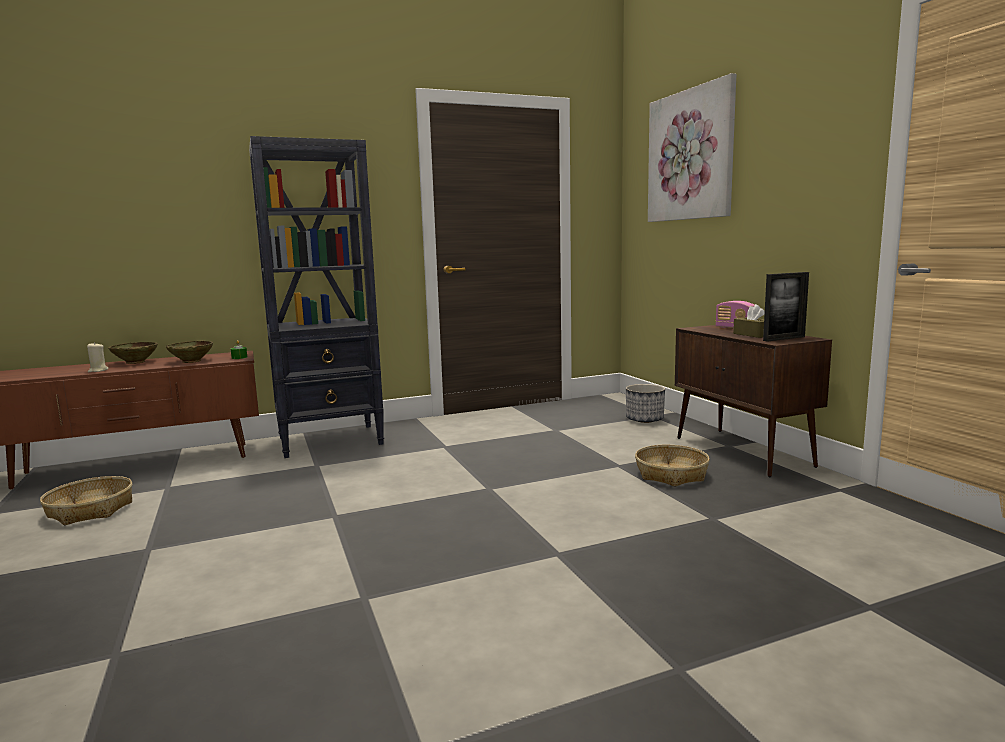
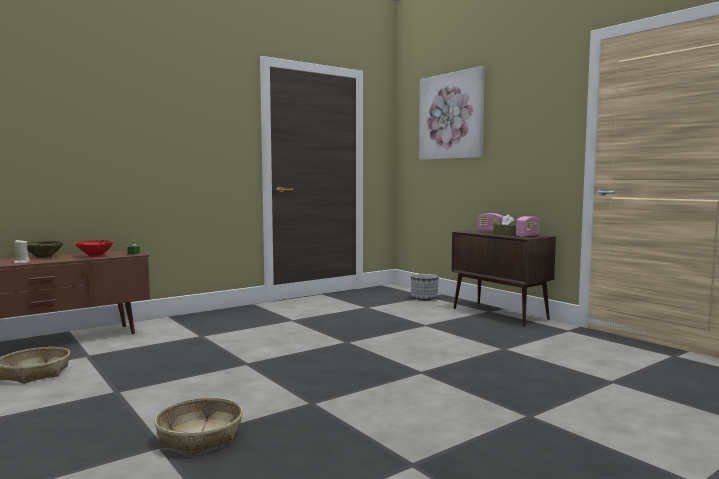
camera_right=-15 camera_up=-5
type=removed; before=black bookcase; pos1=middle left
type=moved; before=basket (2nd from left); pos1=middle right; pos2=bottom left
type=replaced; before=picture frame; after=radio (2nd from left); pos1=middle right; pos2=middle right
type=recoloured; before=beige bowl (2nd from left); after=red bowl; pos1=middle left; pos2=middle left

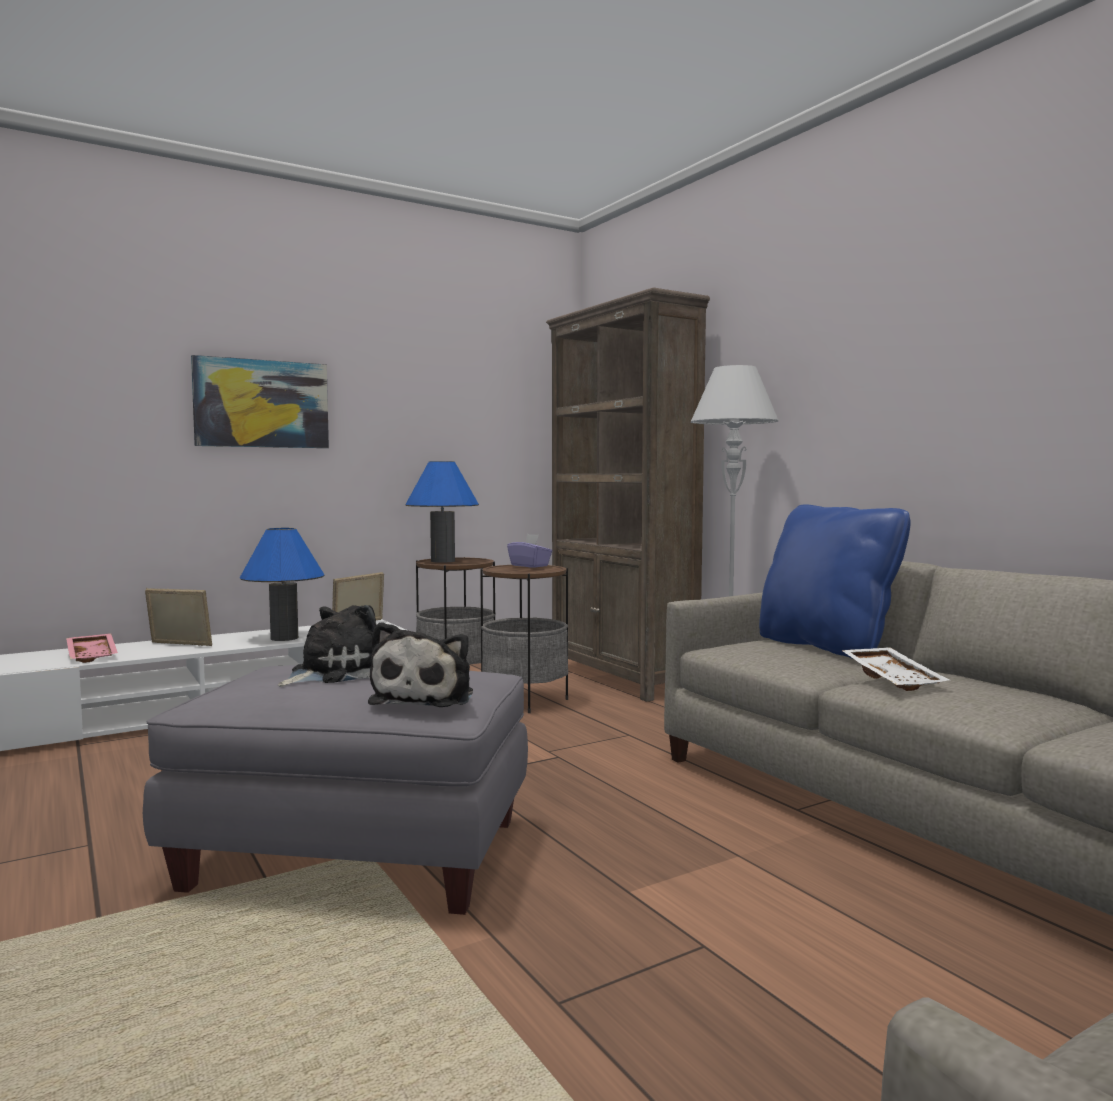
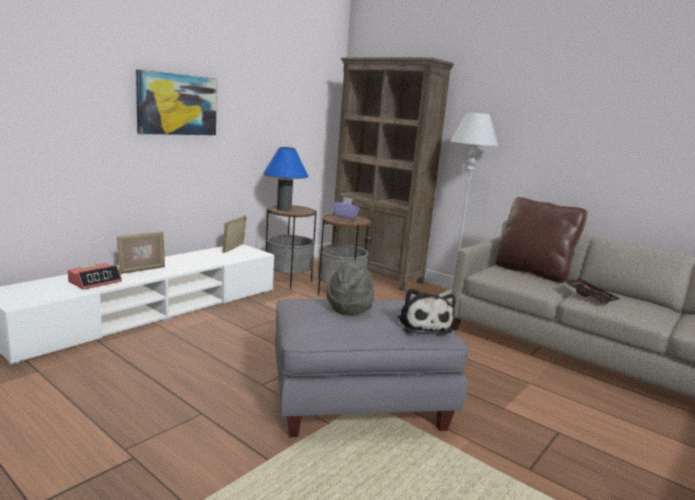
camera_right=-20 camera_up=10
type=removed; before=blue table lamp (1st from left); pos1=middle left
type=replaced; before=pink tray; after=alarm clock; pos1=middle left; pos2=middle left
type=replaced; before=plush toy (1st from left); after=grey hat; pos1=middle left; pos2=centre
type=recoloured; before=blue pillow; after=brown pillow; pos1=middle right; pos2=middle right
type=recoloured; before=white tray; after=black tray; pos1=middle right; pos2=middle right
type=turned; before=picture frame (1st from left); pos1=middle left; pos2=middle left; turn=135

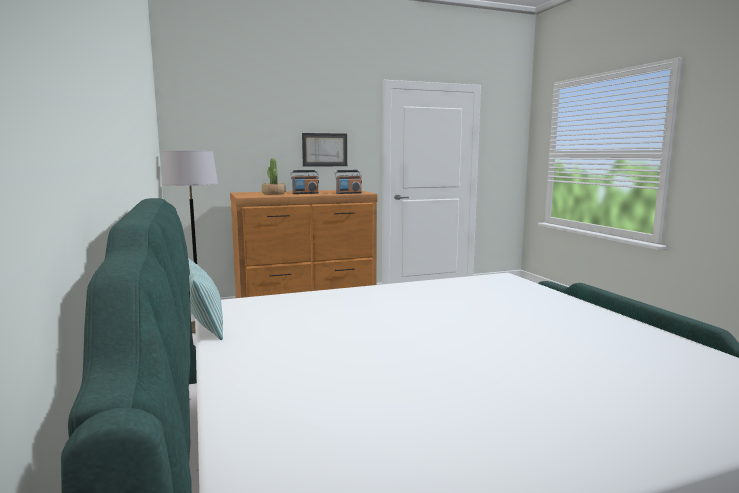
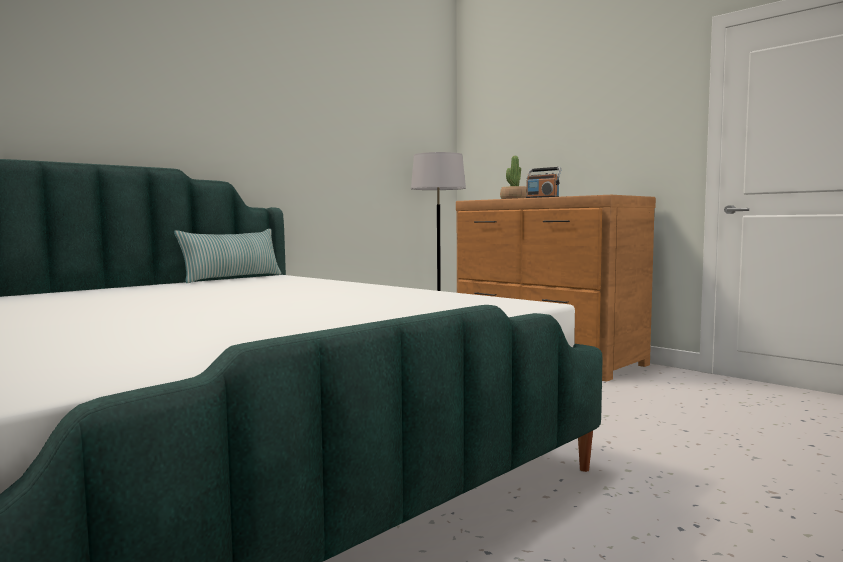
camera_right=65 camera_up=-5
type=removed; before=picture; pos1=top centre
type=removed; before=radio (2nd from left); pos1=centre

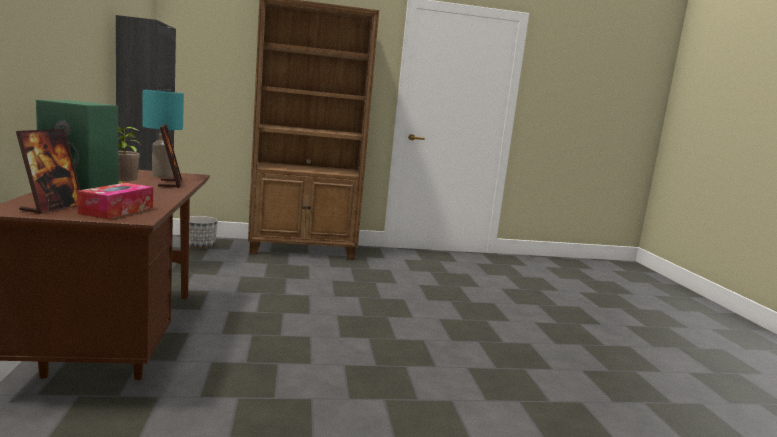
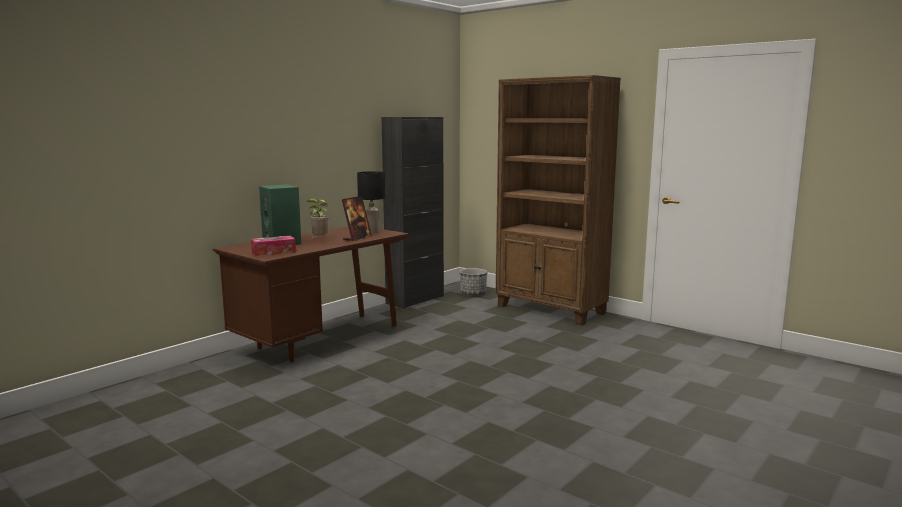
camera_right=50 camera_up=0
type=removed; before=picture frame (1st from left); pos1=middle left
type=recoloured; before=turquoise table lamp; after=black table lamp; pos1=top left; pos2=centre

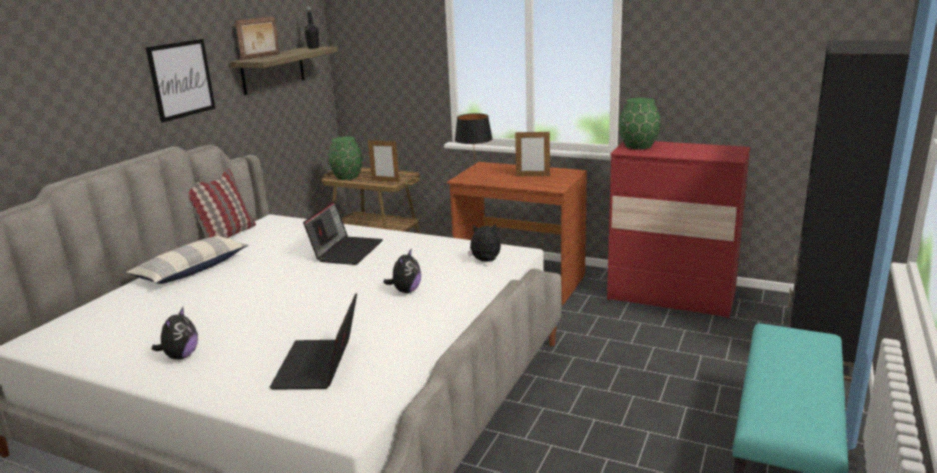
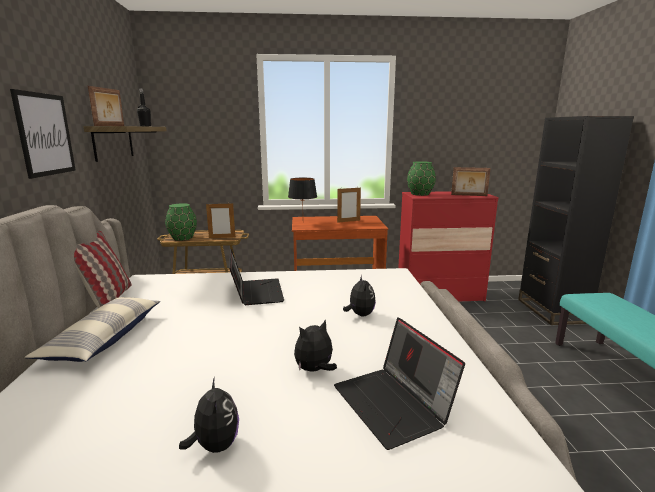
camera_right=-30 camera_up=-5
type=added; after=picture frame (4th from left); pos2=middle right
type=moved; before=plush toy (3rd from left in the first image); after=plush toy (2nd from left); pos1=centre; pos2=bottom centre

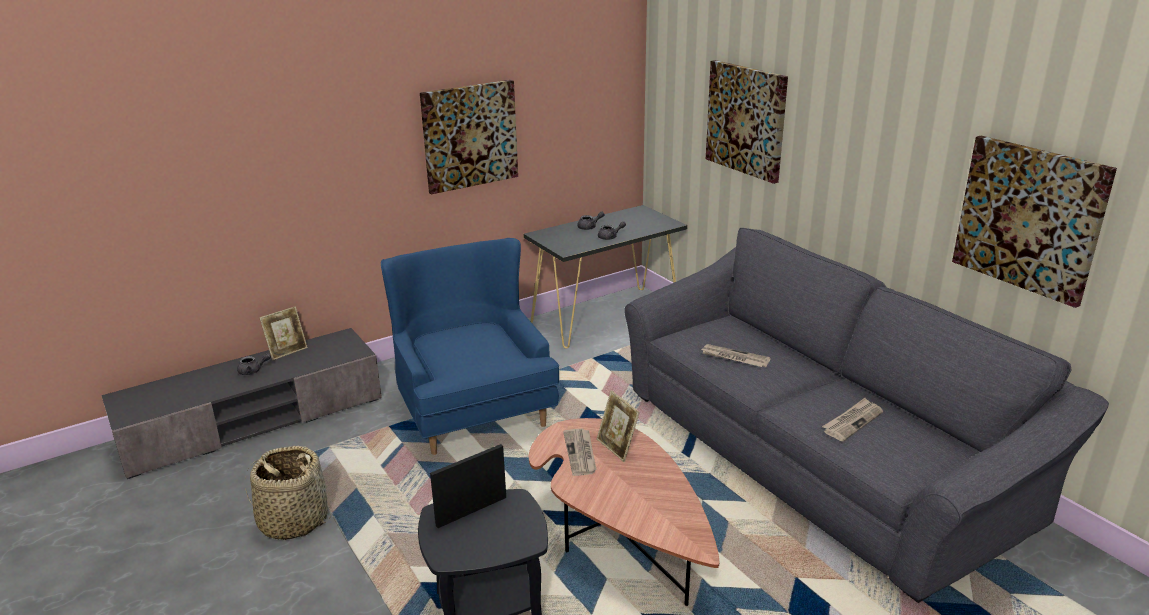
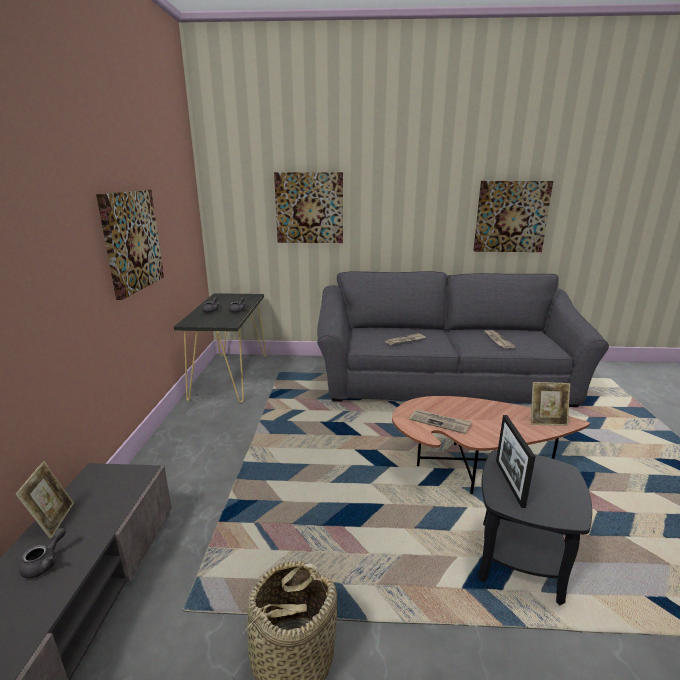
camera_right=-55 camera_up=-5
type=removed; before=blue armchair; pos1=centre
type=moved; before=picture frame (3rd from left); pos1=bottom centre; pos2=middle right

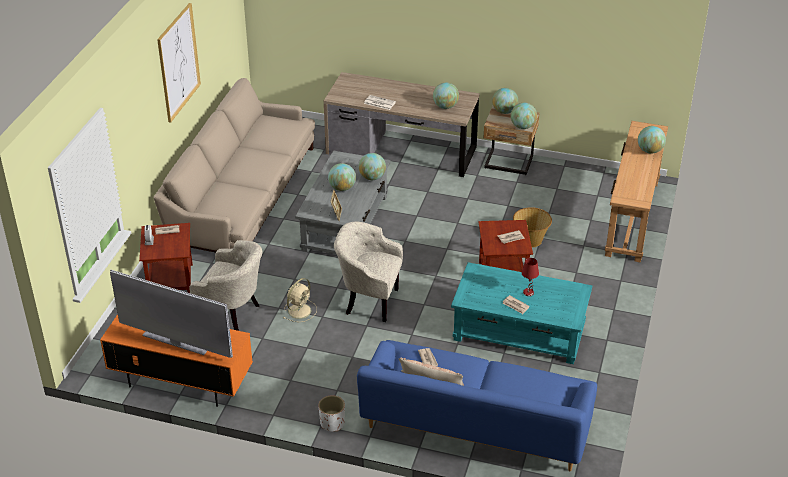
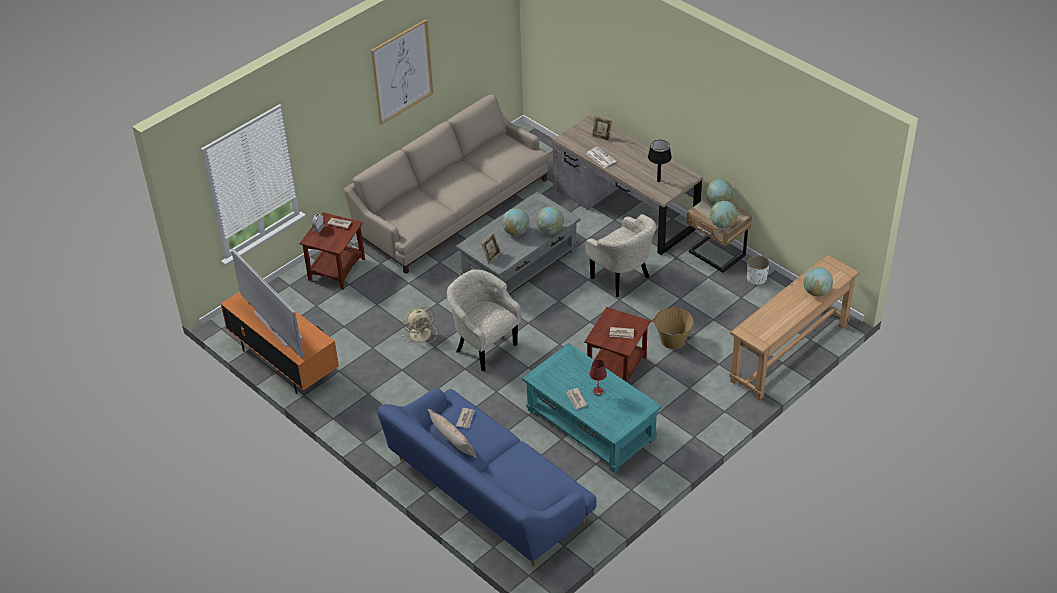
camera_right=30 camera_up=5
type=added; after=picture frame (2nd from left); pos2=top centre
type=moved; before=beige armchair (1st from left in the first image); after=beige armchair (2nd from left); pos1=middle left; pos2=centre
type=moved; before=white planter; pos1=bottom centre; pos2=middle right
type=replaced; before=globe (3rd from left); after=black table lamp; pos1=top centre; pos2=top centre

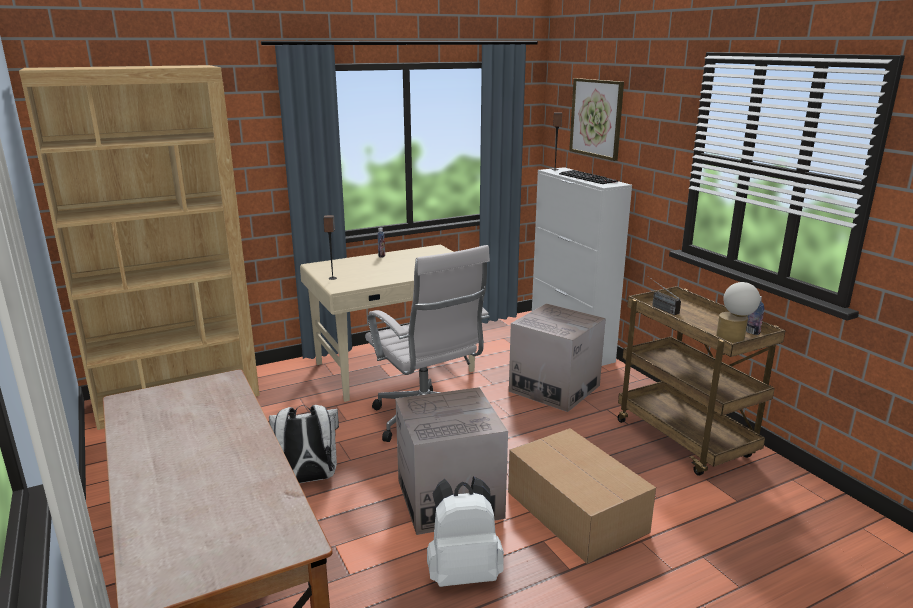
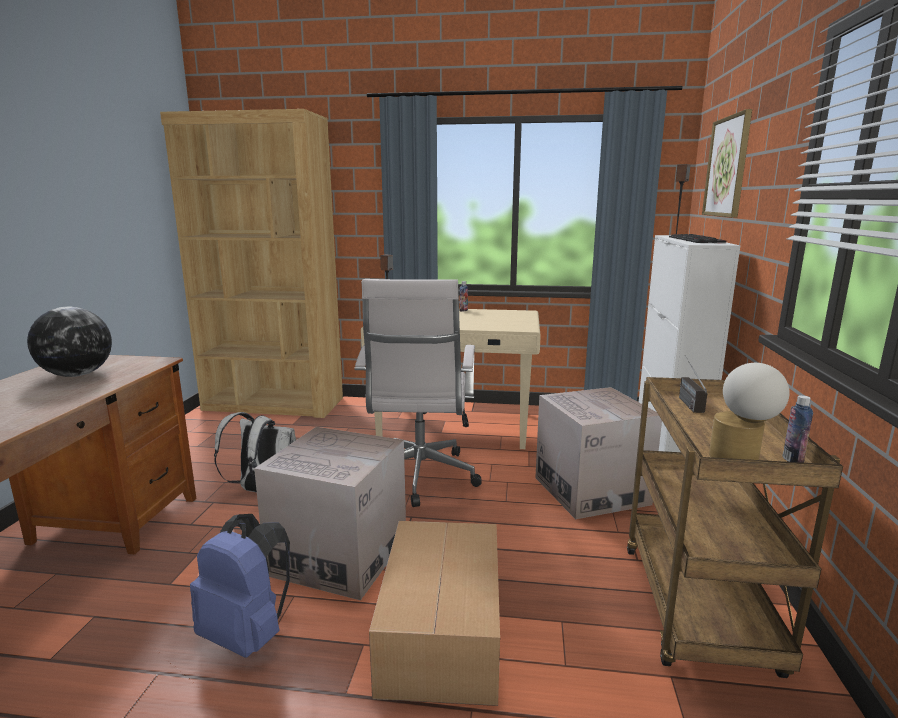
camera_right=35 camera_up=-5
type=added; after=globe; pos2=middle left
type=recoloured; before=white backpack (2nd from left); after=blue backpack; pos1=bottom centre; pos2=bottom left

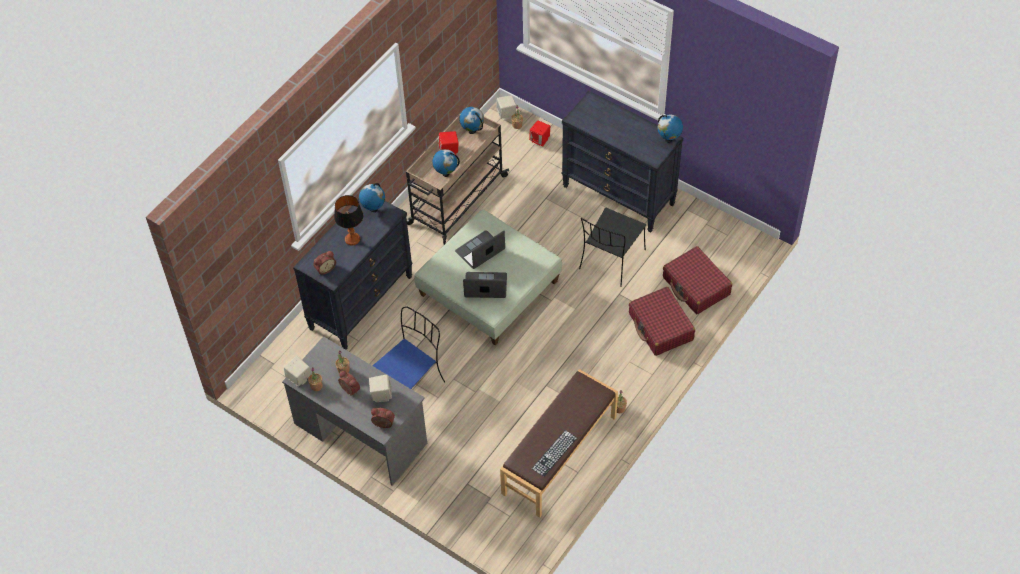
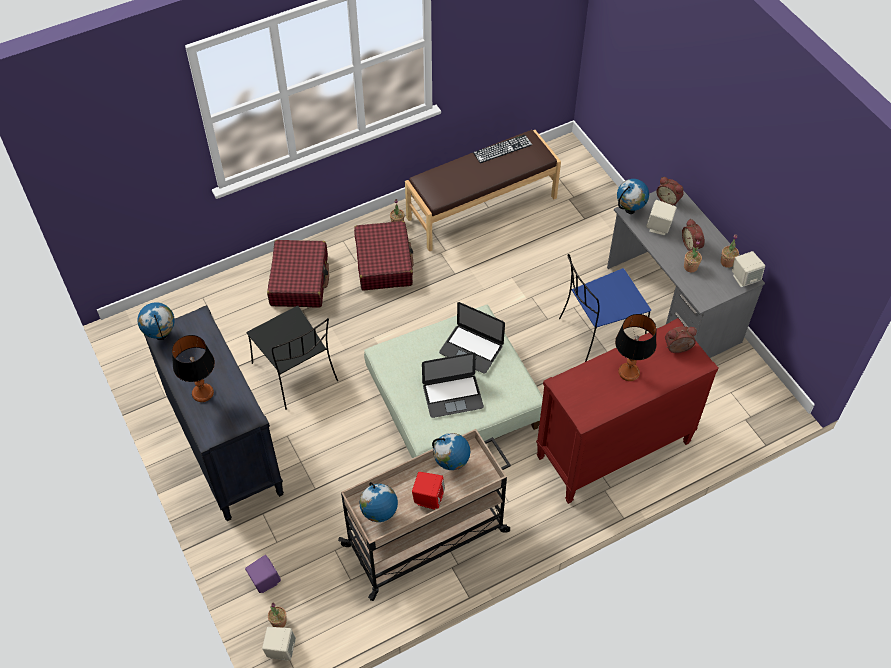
camera_right=-155 camera_up=0
type=added; after=table lamp (1st from left); pos2=middle left
type=moved; before=globe (1st from left in the first image); after=globe (4th from left); pos1=centre; pos2=top right
type=moved; before=red suitcase (2nd from left); pos1=middle right; pos2=centre
type=recoloured; before=black dresser (1st from left); after=red dresser; pos1=centre; pos2=middle right
type=recoloured; before=red speaker (2nd from left); after=purple speaker; pos1=top centre; pos2=bottom left
type=turned; before=black chair; pos1=centre; pos2=middle left; turn=90

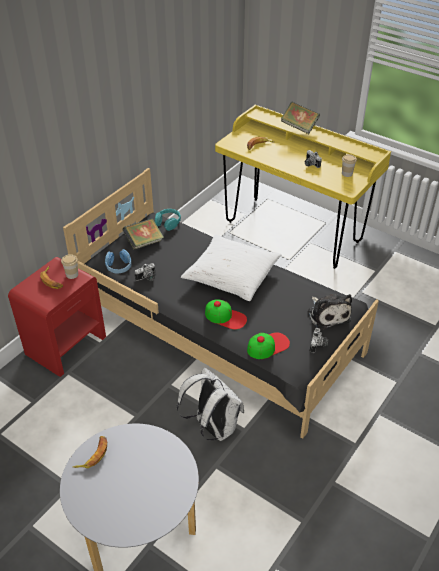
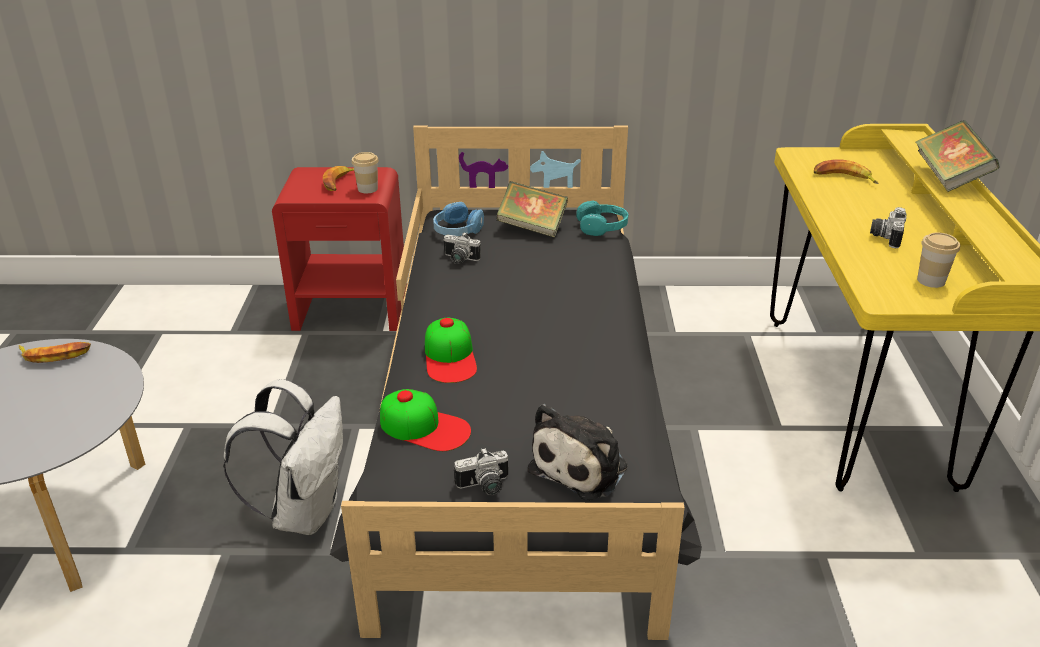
camera_right=55 camera_up=-10
type=removed; before=white pillow; pos1=centre

